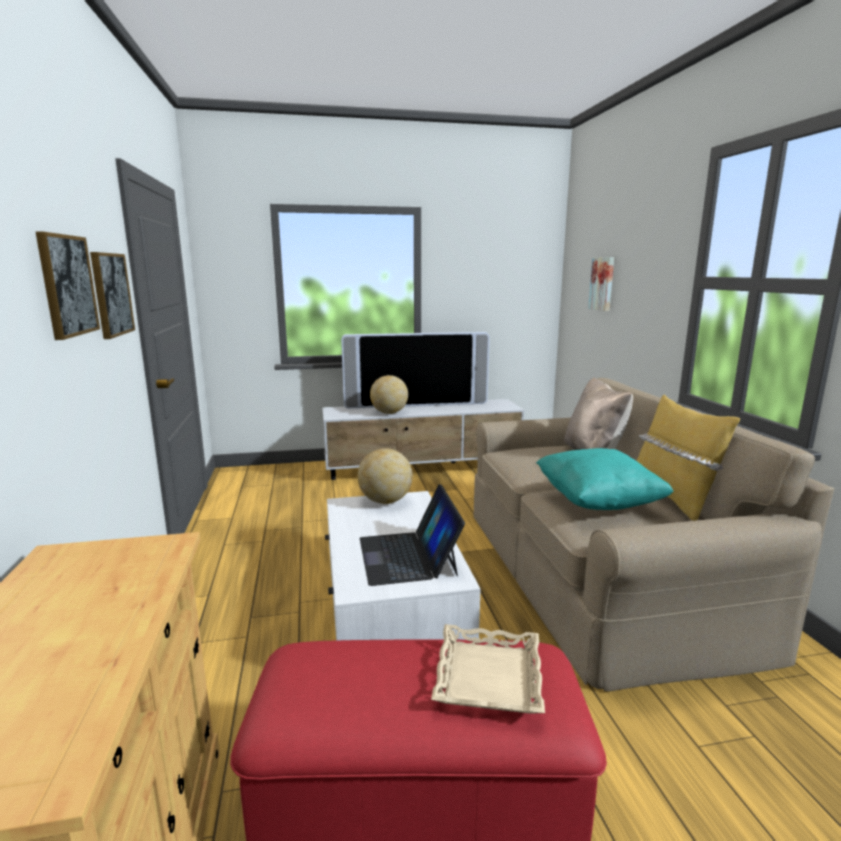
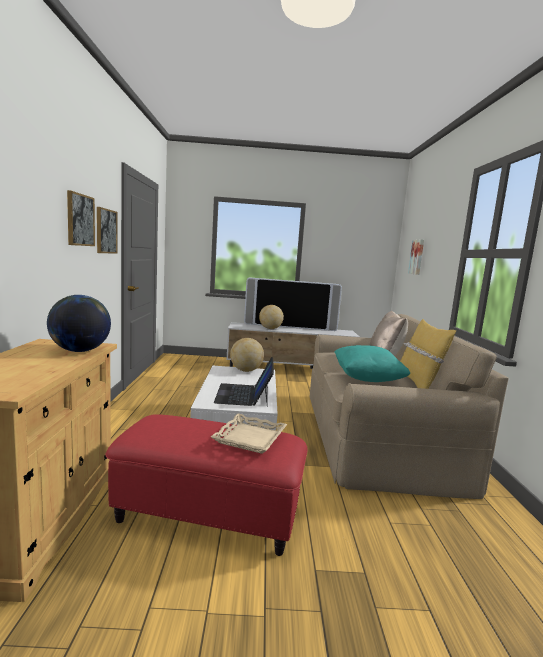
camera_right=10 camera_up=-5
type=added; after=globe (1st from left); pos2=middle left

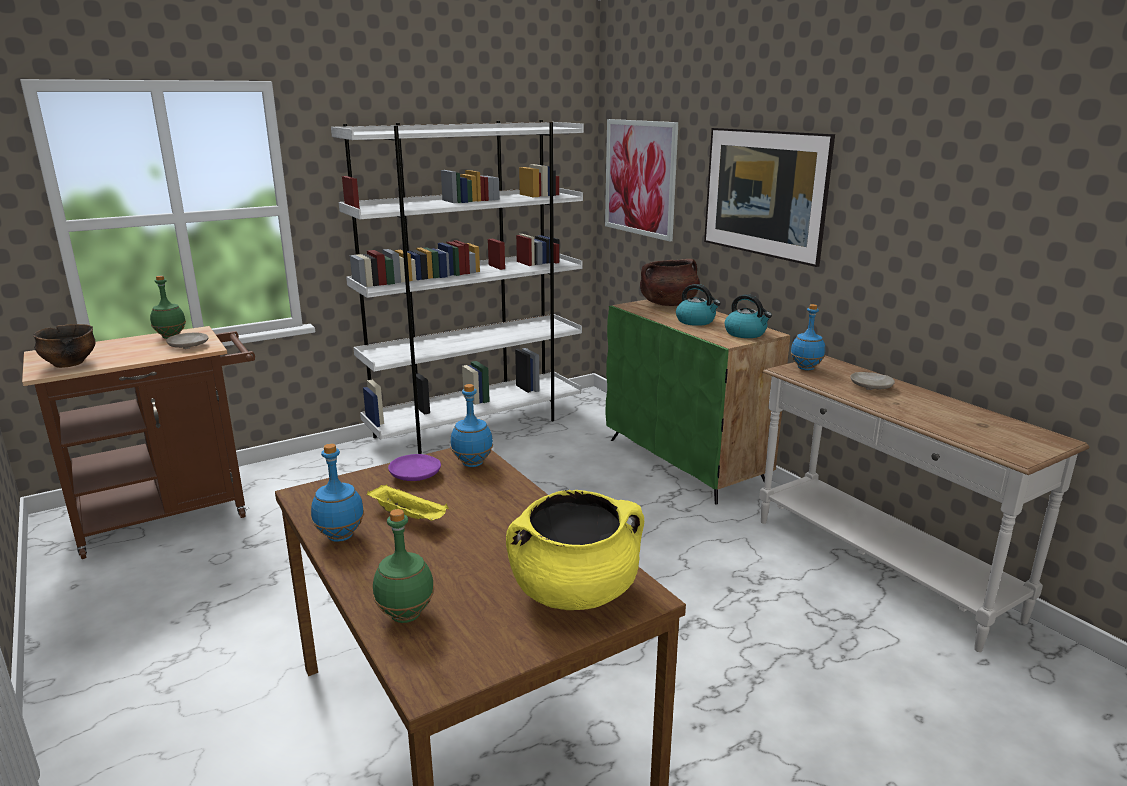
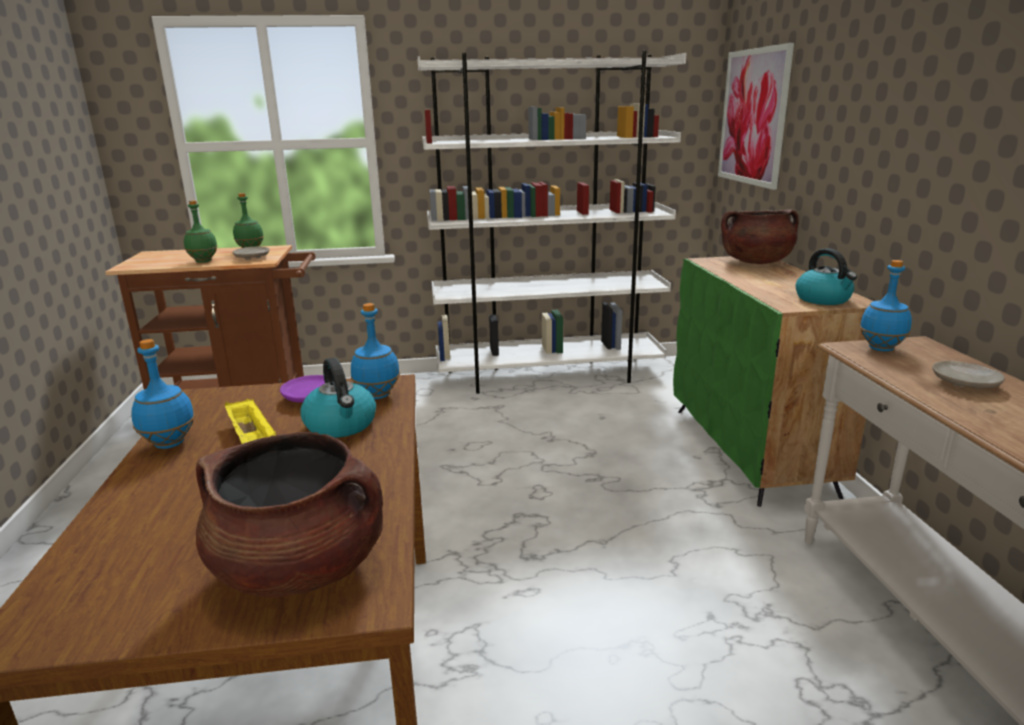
camera_right=25 camera_up=0
type=removed; before=bowl; pos1=middle left
type=removed; before=picture (2nd from left); pos1=top right
type=moved; before=green bottle (2nd from left in the first image); after=green bottle (1st from left); pos1=bottom centre; pos2=top left
type=moved; before=kettle (1st from left); pos1=centre; pos2=middle left
type=recoloured; before=yellow cooking pot; after=brown cooking pot (1st from left); pos1=bottom centre; pos2=bottom left

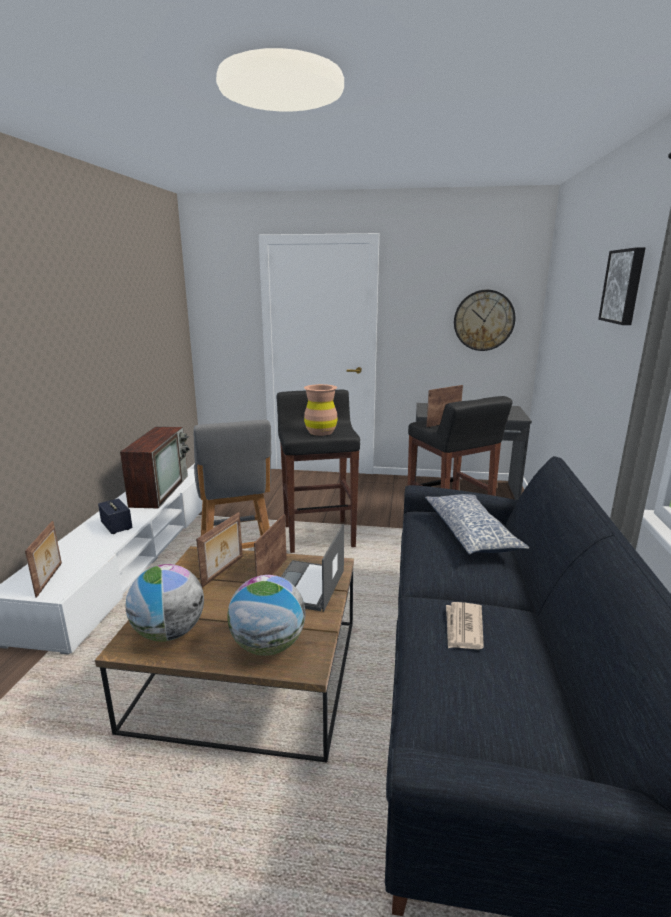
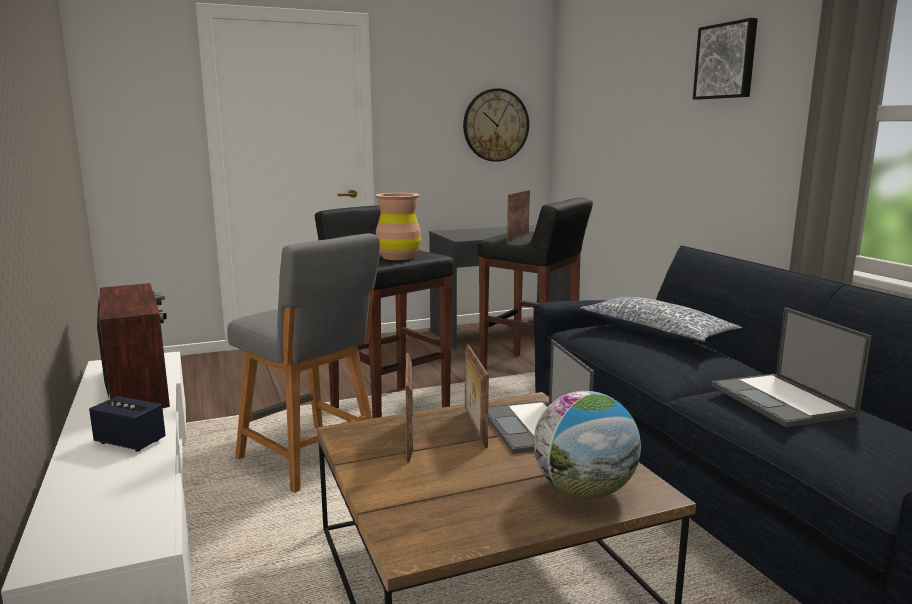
camera_right=-30 camera_up=-5
type=removed; before=picture frame (1st from left); pos1=middle left
type=removed; before=globe (1st from left); pos1=middle left
type=replaced; before=newspaper; after=laptop (2nd from left); pos1=bottom right; pos2=middle right

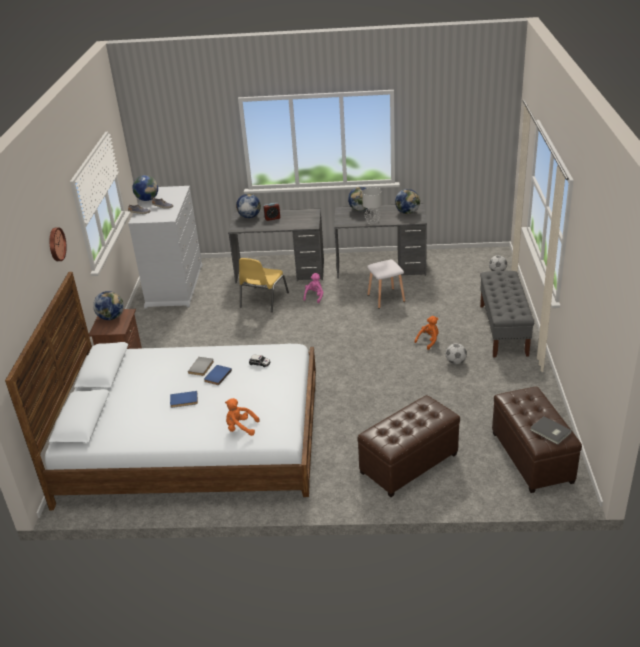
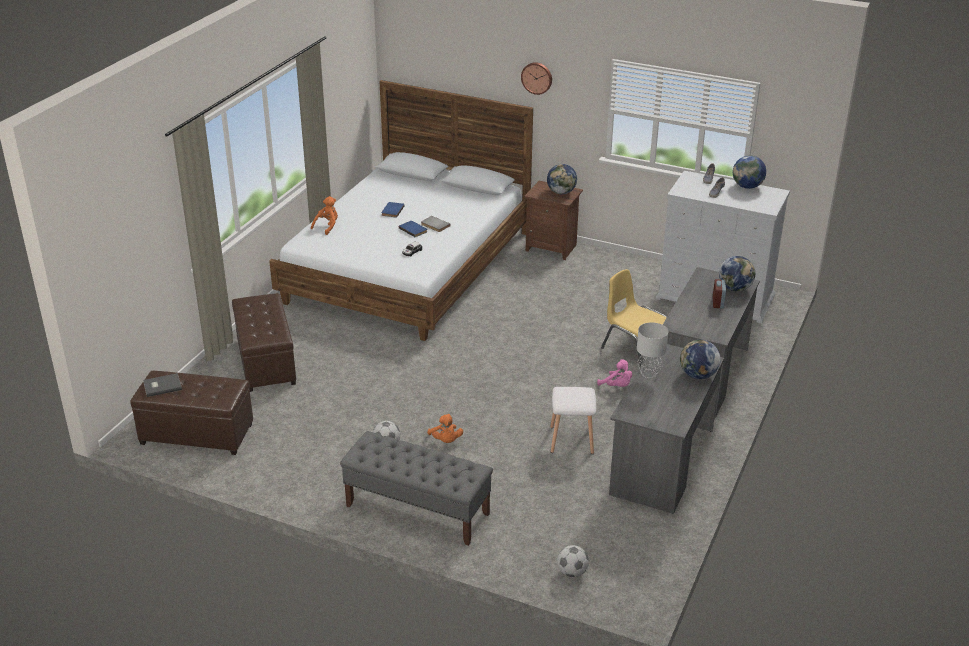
camera_right=110 camera_up=0
type=removed; before=globe (5th from left); pos1=top centre

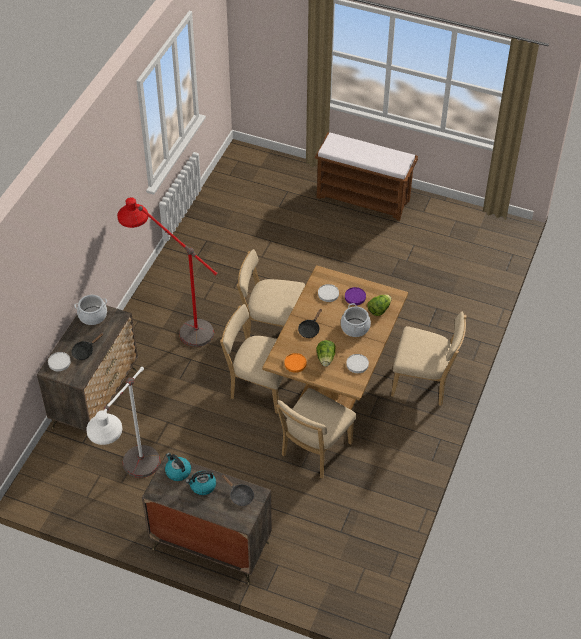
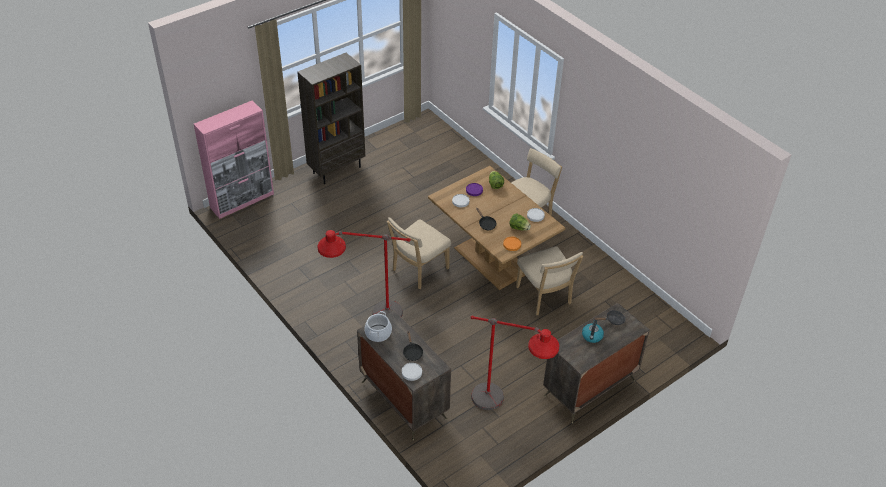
camera_right=-60 camera_up=-5
type=removed; before=kettle (1st from left); pos1=bottom left
type=removed; before=beige chair (1st from left); pos1=centre
type=removed; before=cooking pot (2nd from left); pos1=centre
type=added; after=pink cabinet; pos2=top left
type=replaced; before=brown bench; after=brown bookcase; pos1=top centre; pos2=top centre
type=recoloured; before=white floor lamp; after=red floor lamp (2nd from left); pos1=middle left; pos2=bottom centre

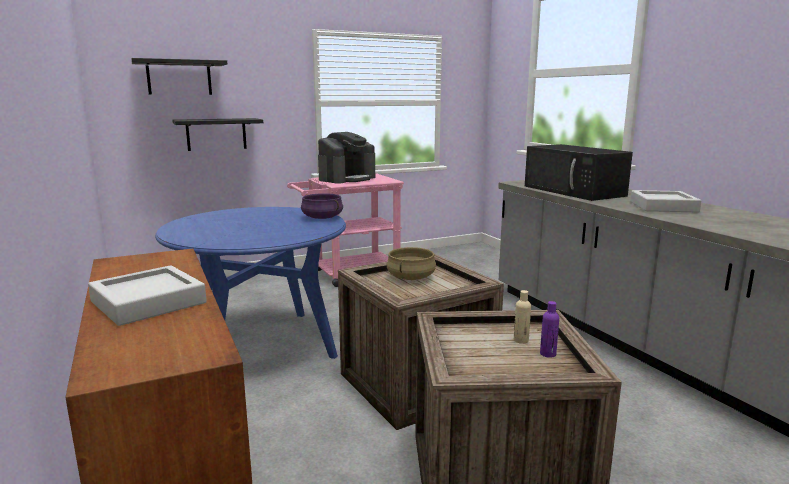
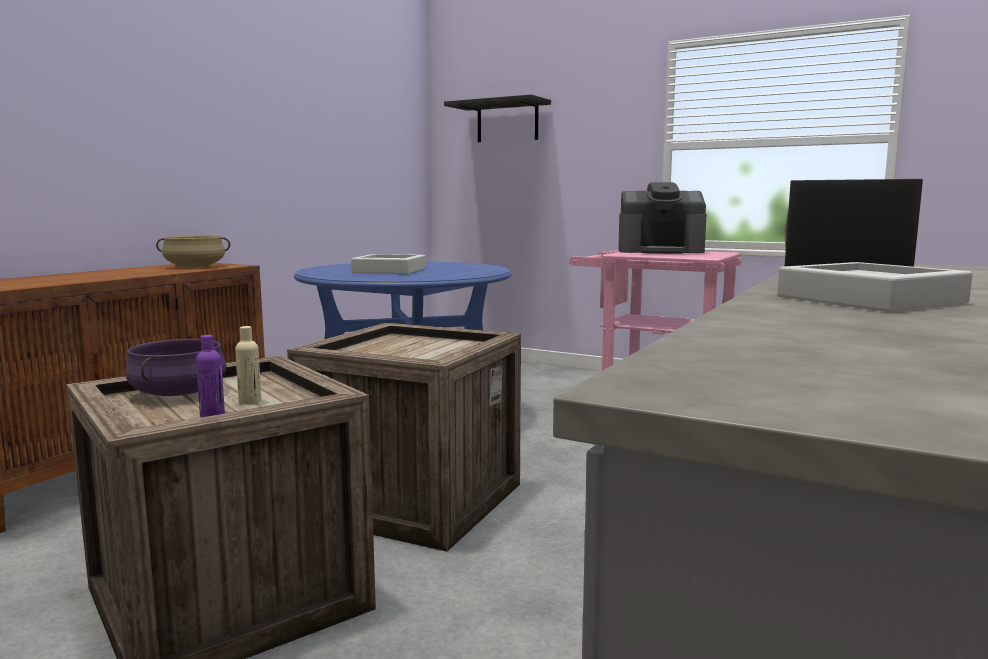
camera_right=55 camera_up=-5
type=removed; before=black shelf (2nd from left); pos1=top left
type=moved; before=grey tray (1st from left); pos1=middle left; pos2=centre
type=moved; before=purple cooking pot; pos1=centre; pos2=middle left
type=moved; before=beige cooking pot; pos1=centre; pos2=middle left

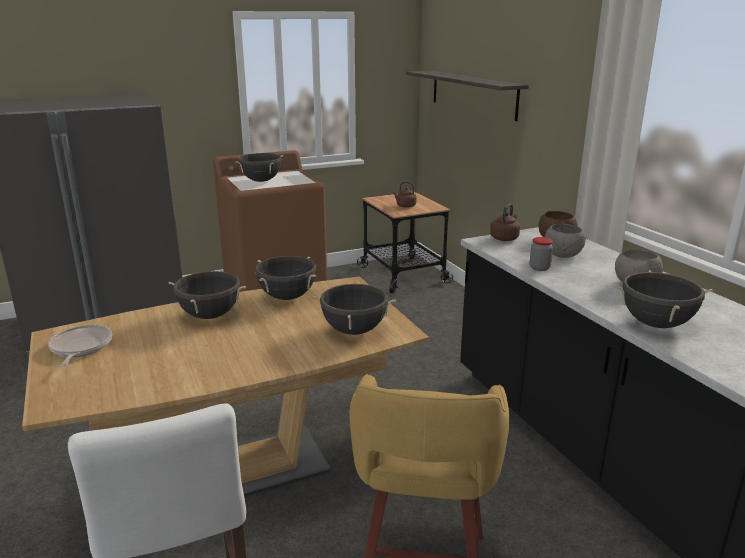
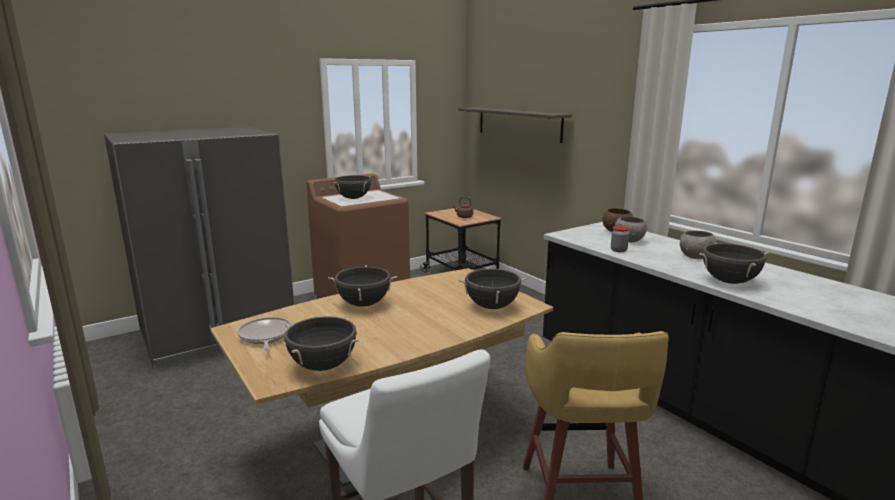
camera_right=-10 camera_up=-5
type=removed; before=brown kettle (2nd from left); pos1=middle right
type=moved; before=black cooking pot (3rd from left in the first image); after=black cooking pot (1st from left); pos1=centre; pos2=bottom centre

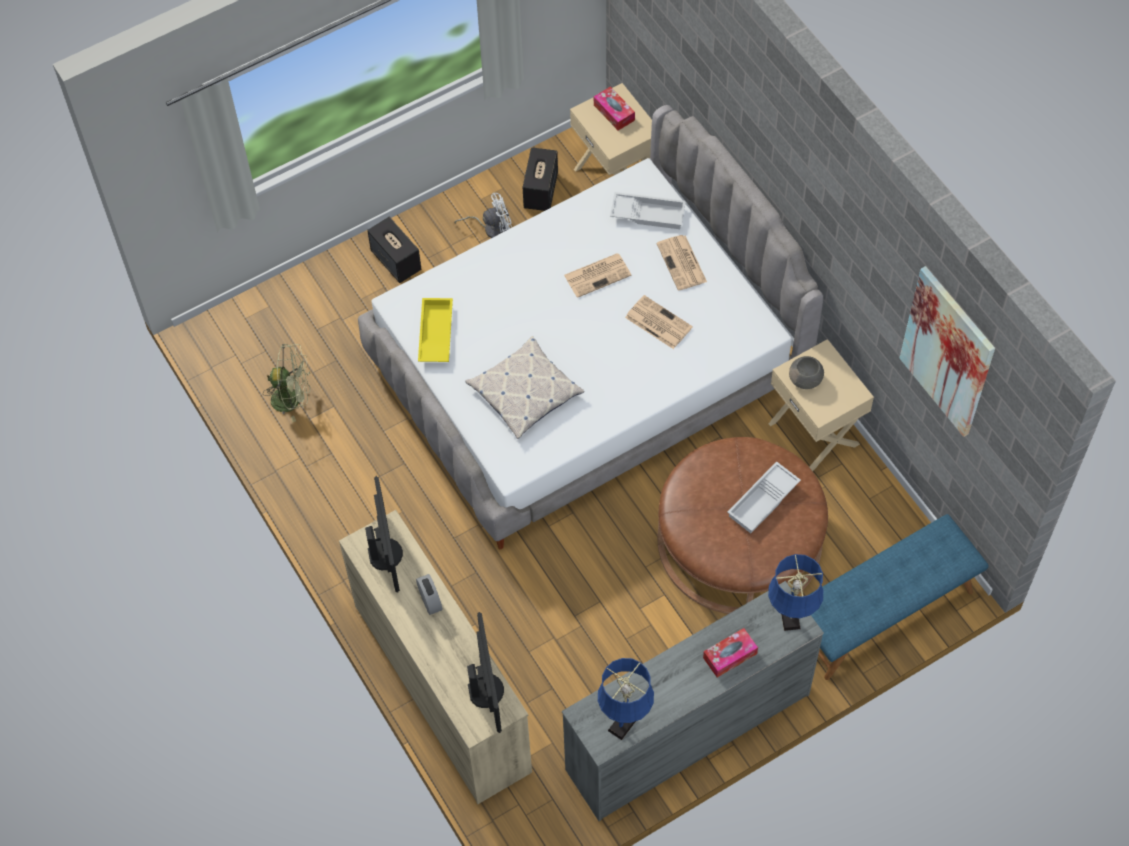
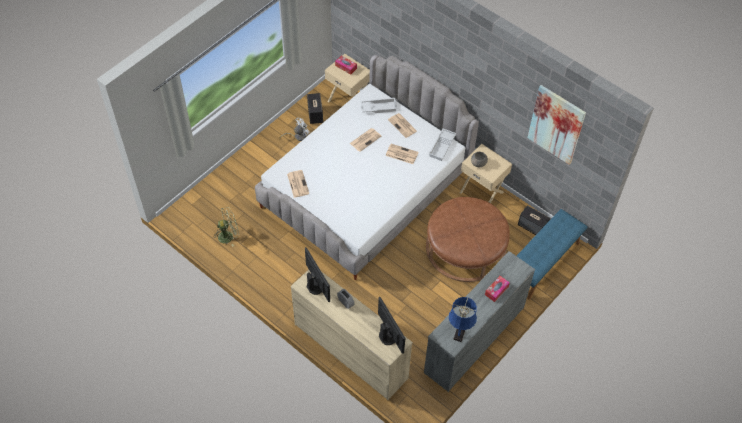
camera_right=-20 camera_up=-5
type=removed; before=pillow; pos1=centre
type=removed; before=blue table lamp (2nd from left); pos1=bottom right
type=moved; before=speaker (1st from left in the first image); after=speaker (2nd from left); pos1=top centre; pos2=middle right
type=moved; before=white tray (2nd from left); pos1=middle right; pos2=centre
type=replaced; before=yellow tray; after=newspaper (1st from left); pos1=centre; pos2=centre

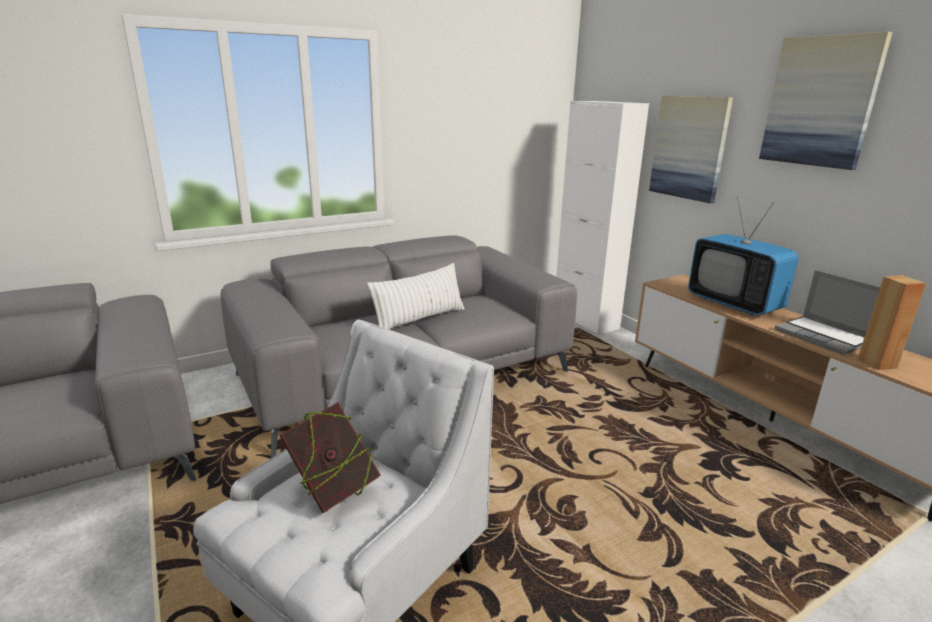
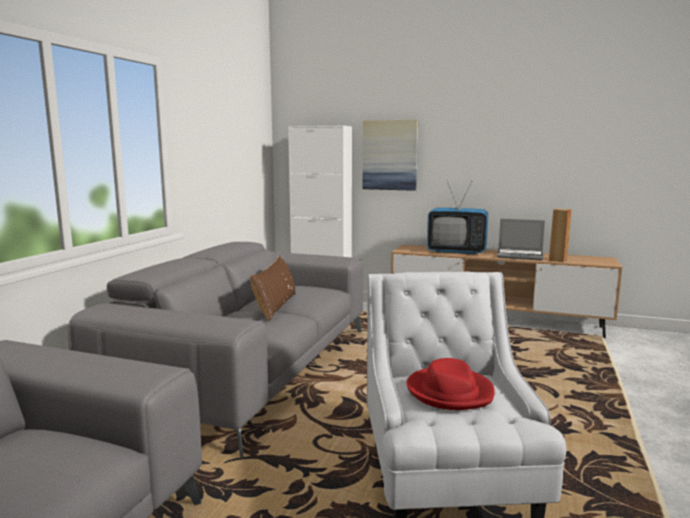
camera_right=-40 camera_up=-10
type=removed; before=picture (2nd from left); pos1=top right
type=replaced; before=book; after=red hat; pos1=bottom centre; pos2=bottom centre
type=recoloured; before=white pillow; after=brown pillow; pos1=centre; pos2=centre

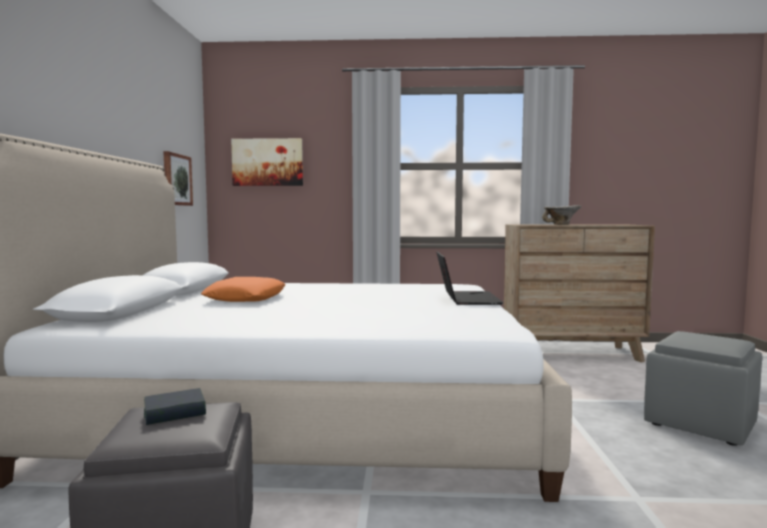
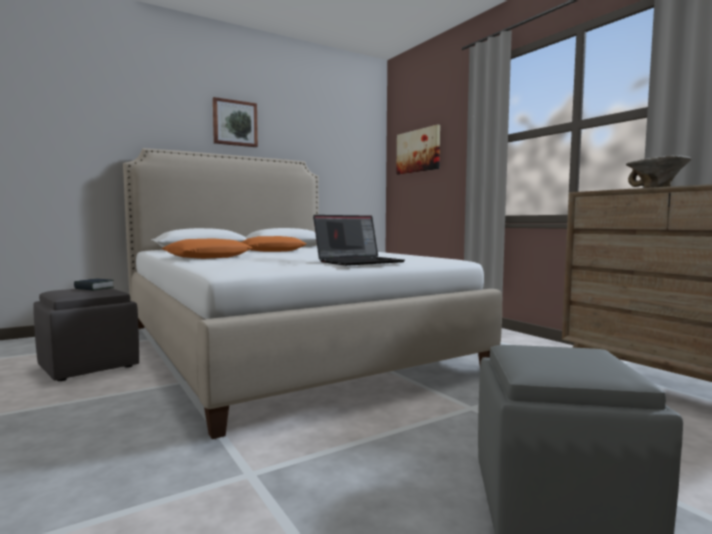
camera_right=55 camera_up=0
type=added; after=orange pillow (1st from left); pos2=middle left
type=moved; before=picture (1st from left); pos1=middle left; pos2=top left

